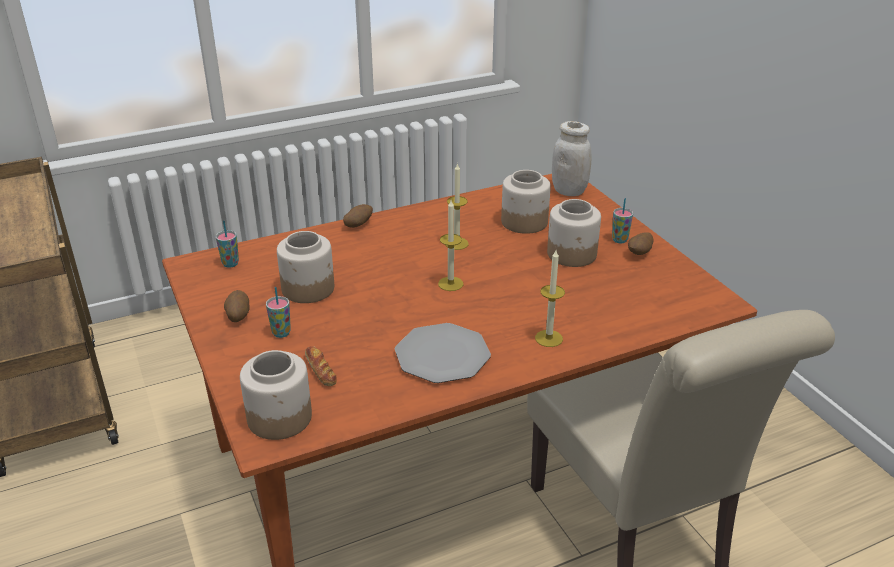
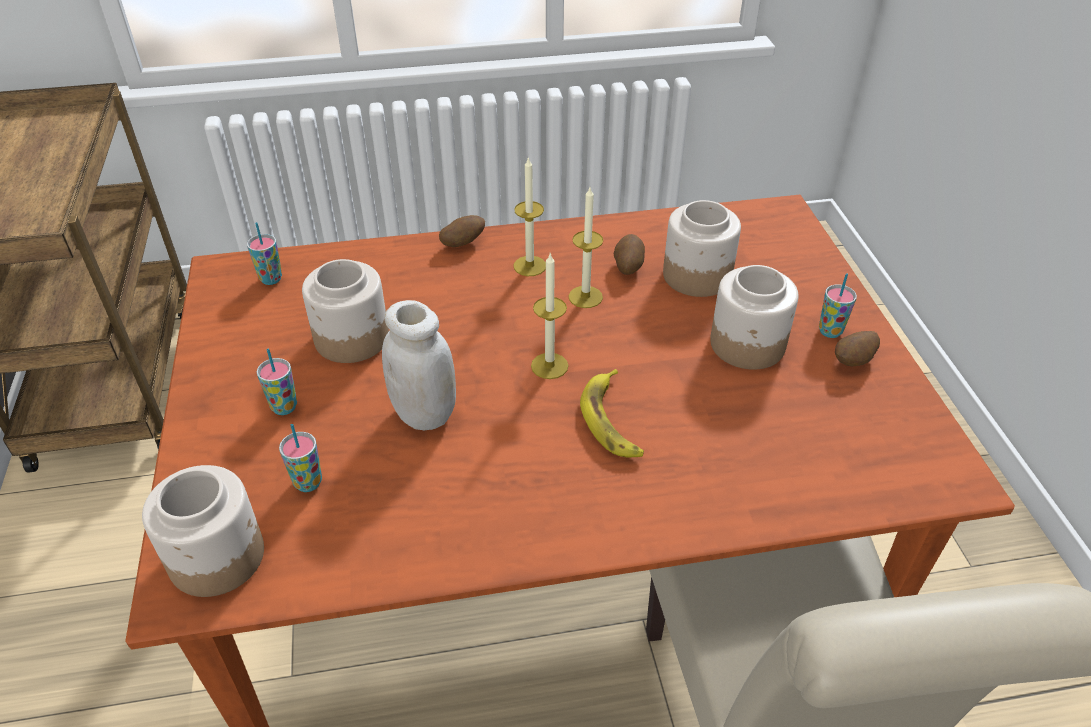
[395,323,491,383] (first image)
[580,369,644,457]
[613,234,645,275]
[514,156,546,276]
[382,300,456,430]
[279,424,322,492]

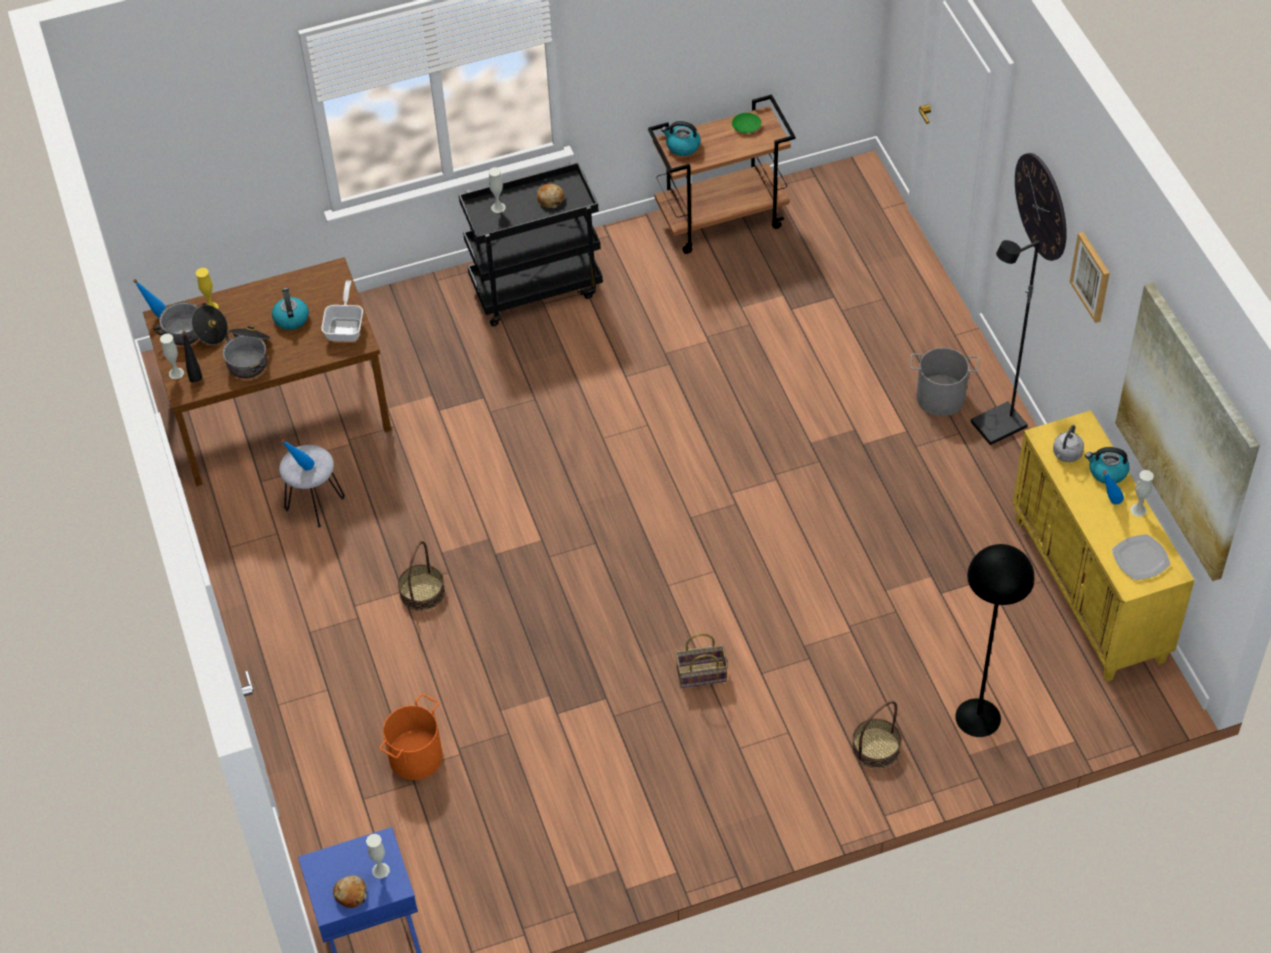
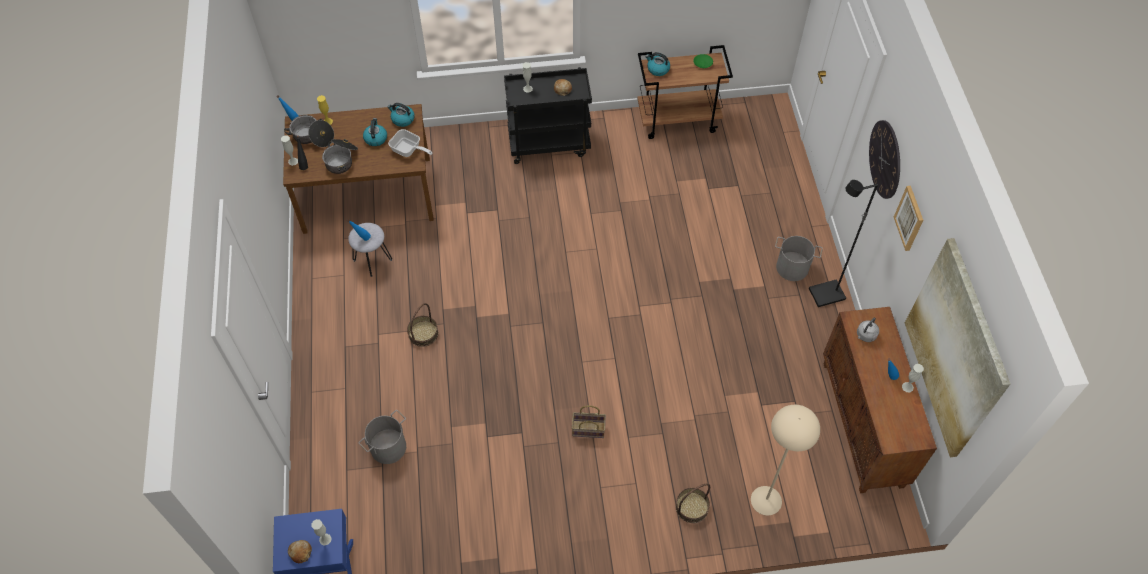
[1112,534,1171,580] (first image)
[387,103,415,127]
[359,410,406,464]
[751,405,820,515]
[823,307,937,493]
[388,129,432,157]

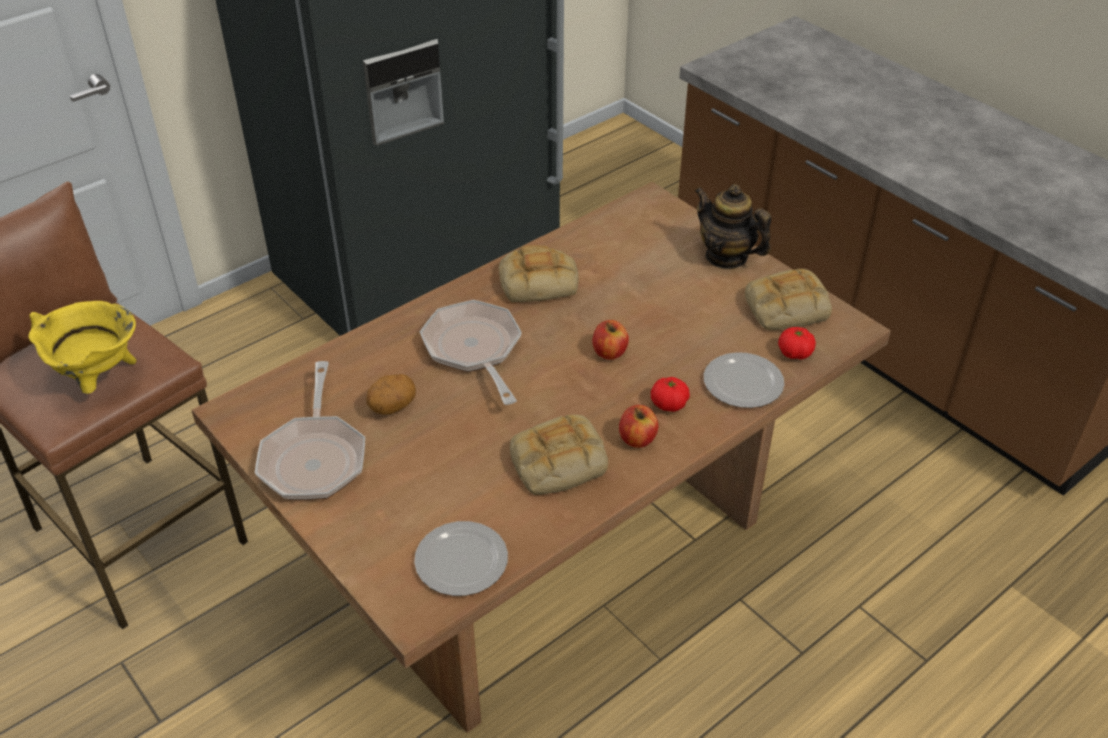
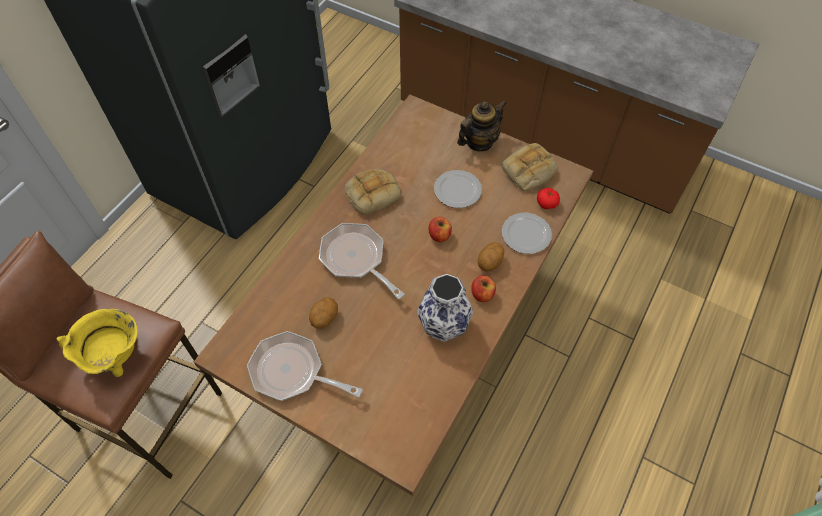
[434,170,482,208]
[417,274,473,342]
[478,242,504,272]
[247,331,363,401]
[457,100,506,151]

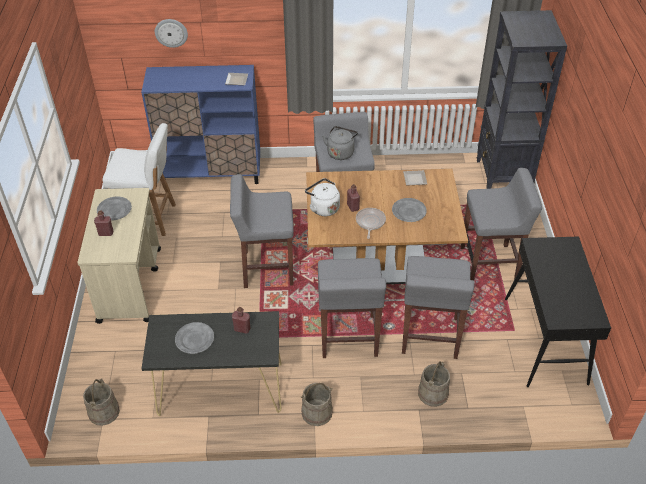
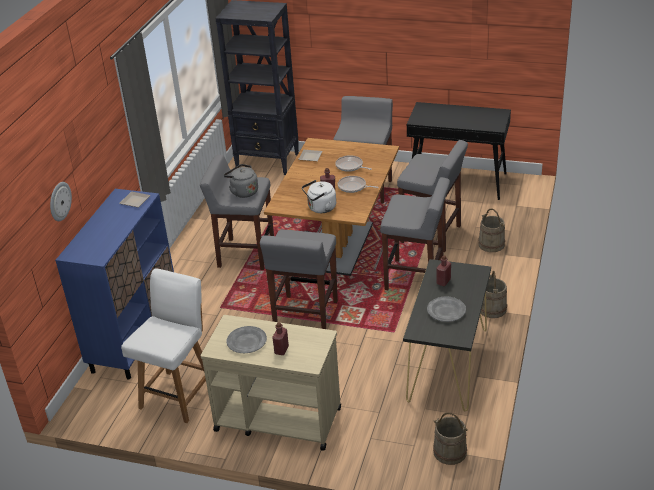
[335,155,372,172]

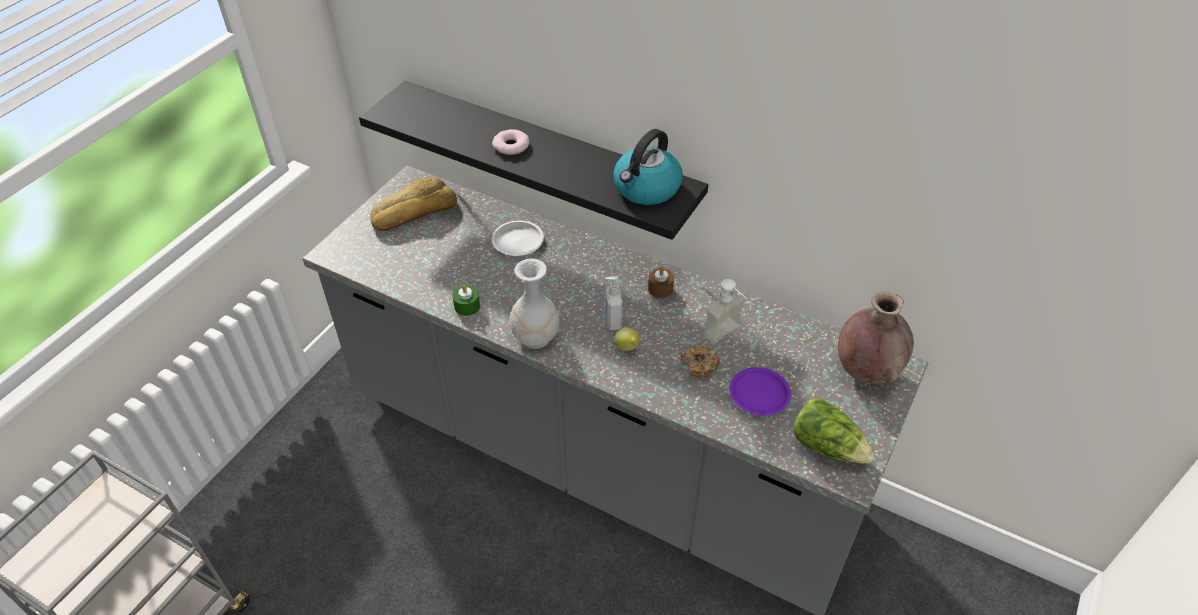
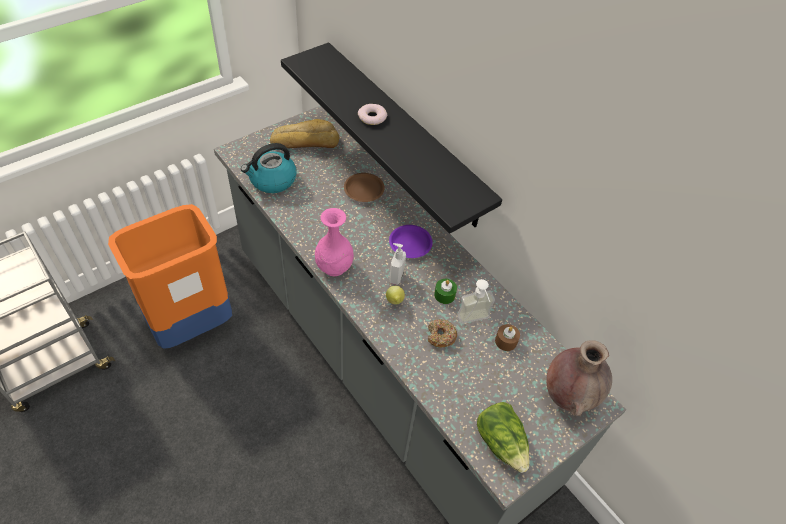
[108,204,232,349]
[434,279,457,304]
[241,143,297,193]
[495,324,520,351]
[389,225,433,258]
[344,173,385,202]
[315,208,354,276]

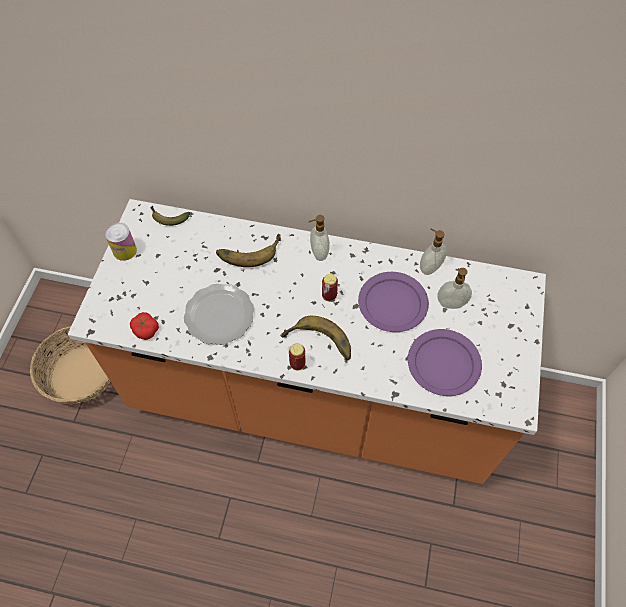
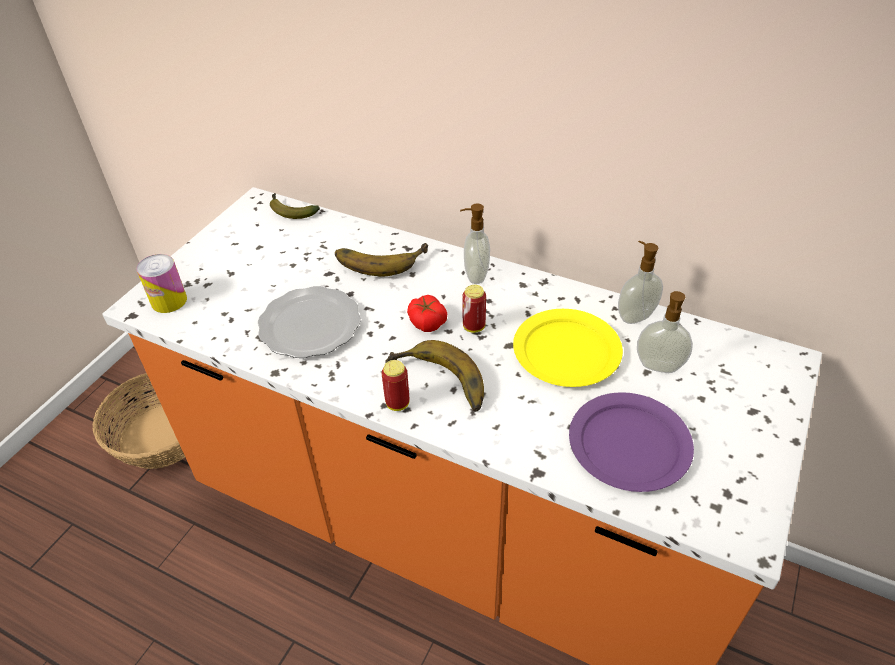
[136,254,187,313]
[407,295,447,332]
[513,309,623,387]

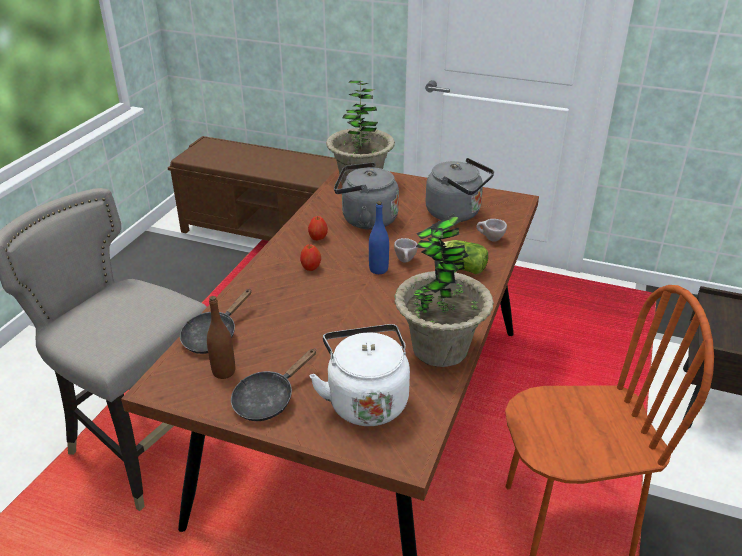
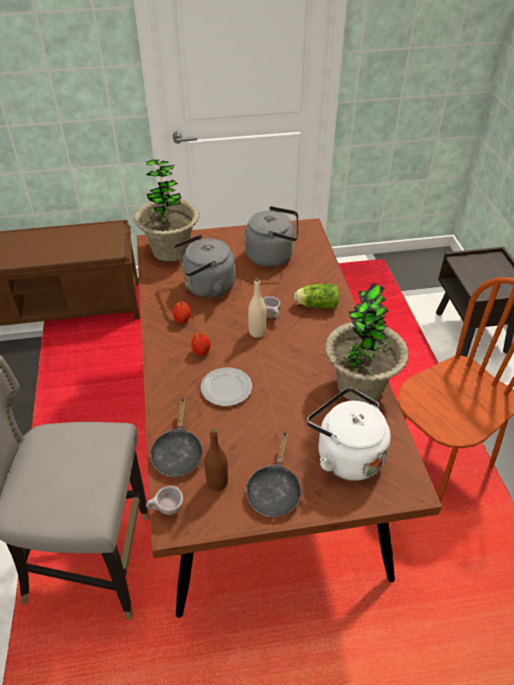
[201,367,252,406]
[146,486,183,515]
[248,278,266,338]

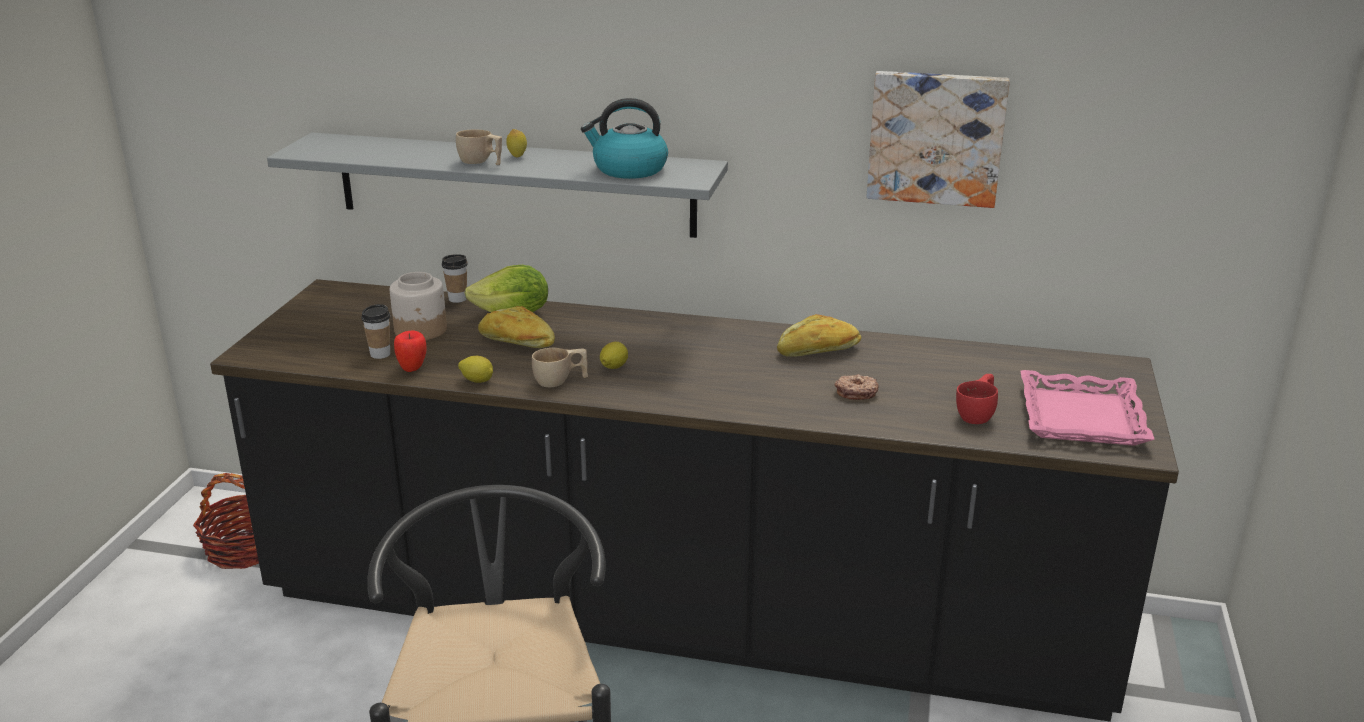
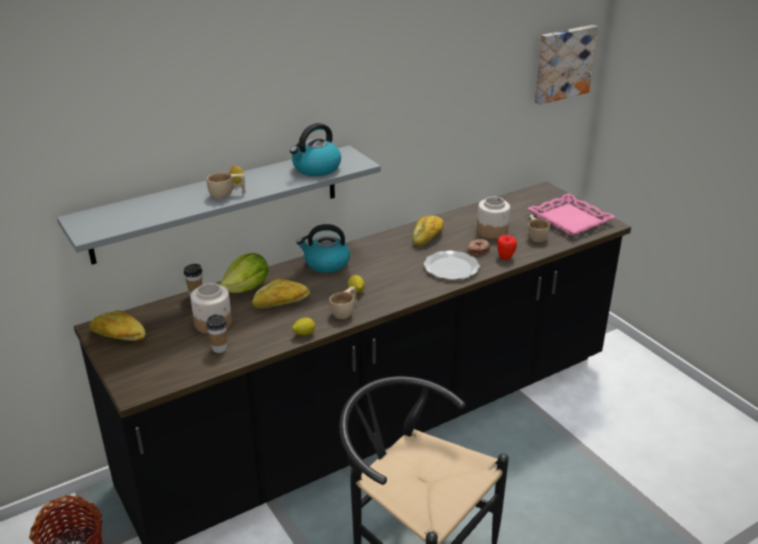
[90,310,146,341]
[296,224,350,273]
[424,251,480,280]
[477,197,510,239]
[497,235,517,260]
[535,25,598,105]
[528,214,550,243]

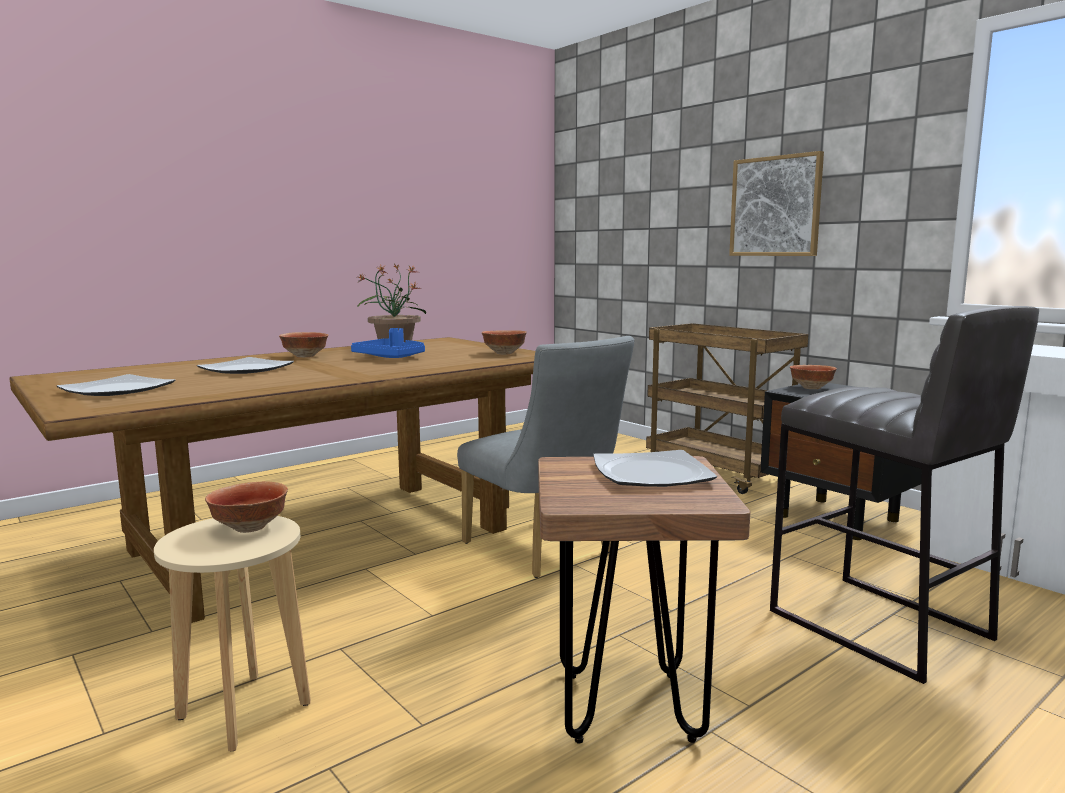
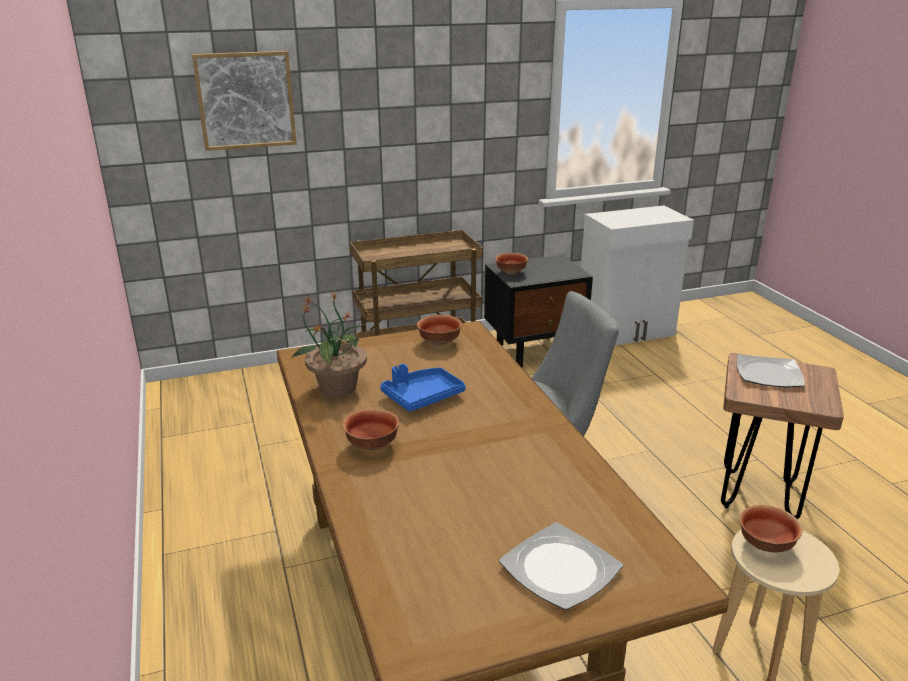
[197,357,294,374] (first image)
[770,306,1039,684] (first image)
[192,51,297,151]

